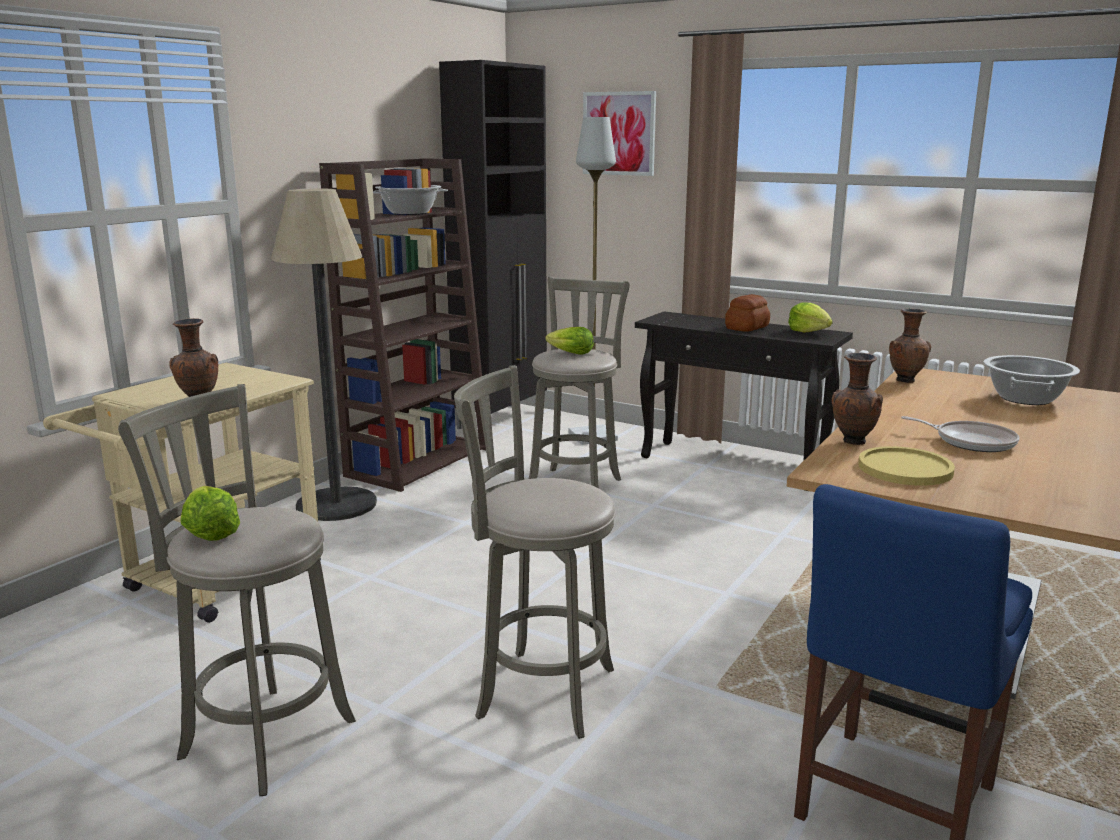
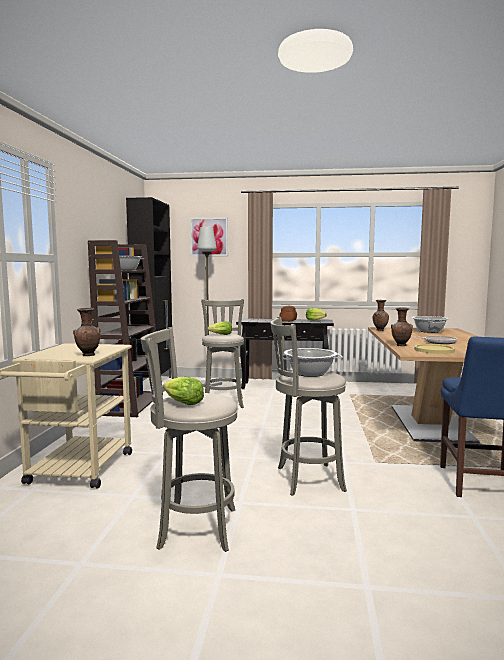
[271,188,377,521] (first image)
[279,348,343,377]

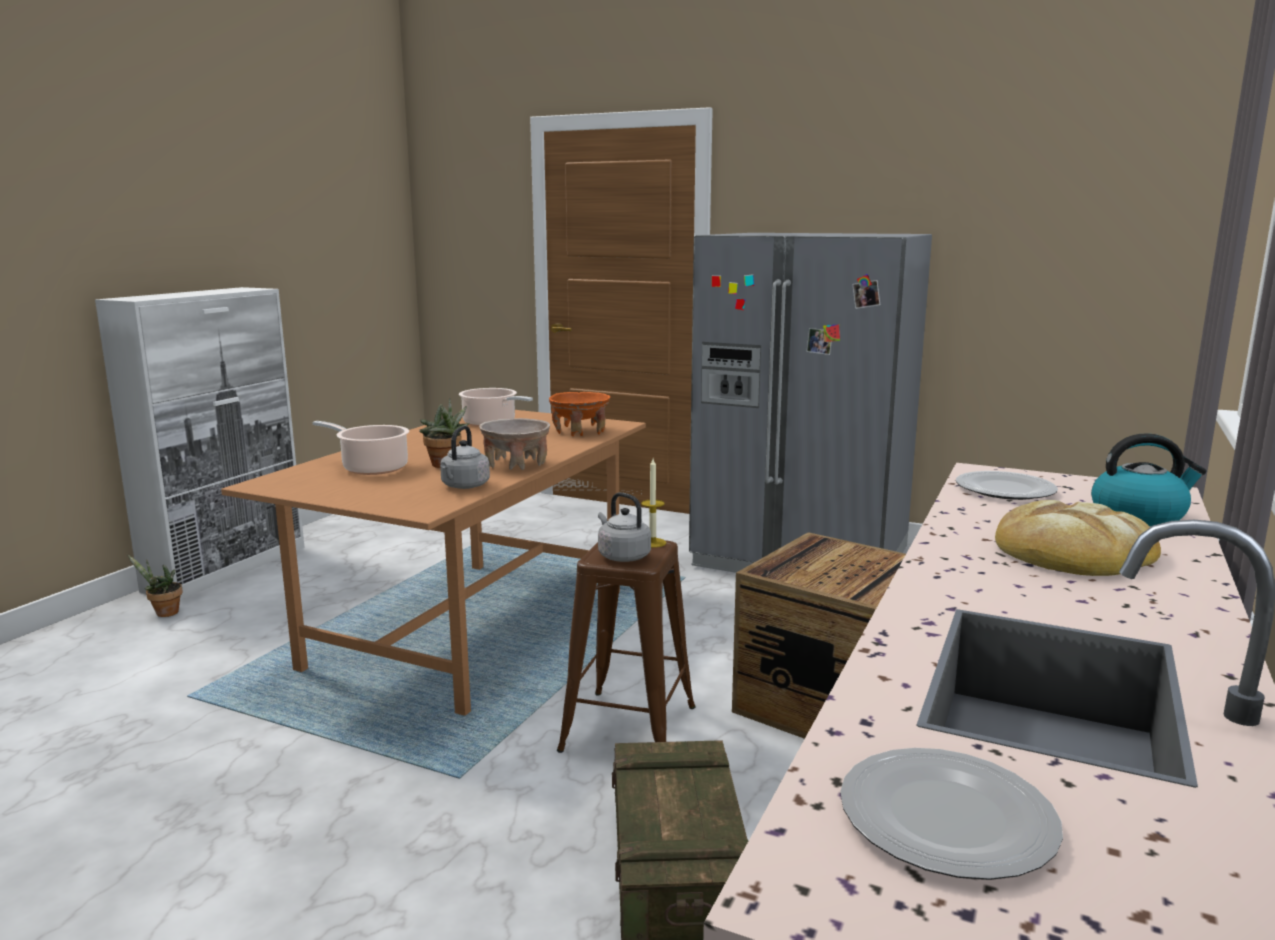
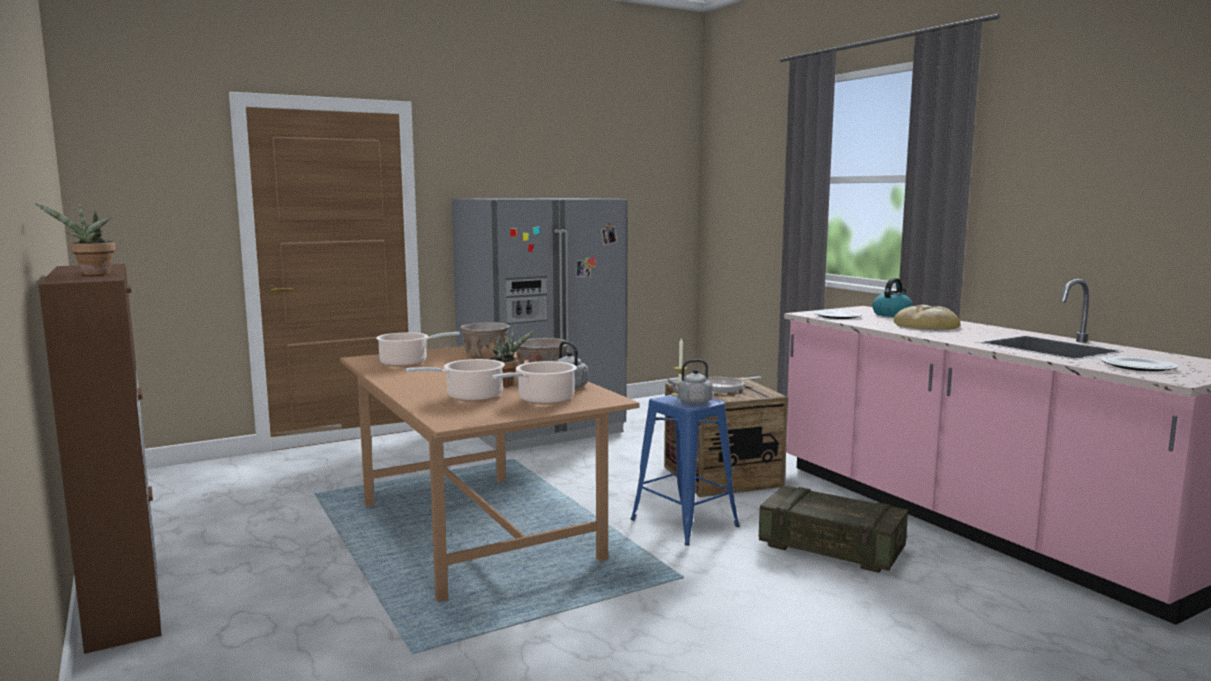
[492,361,577,404]
[707,376,761,393]
[35,203,116,275]
[38,264,162,654]
[460,322,510,358]
[631,395,740,546]

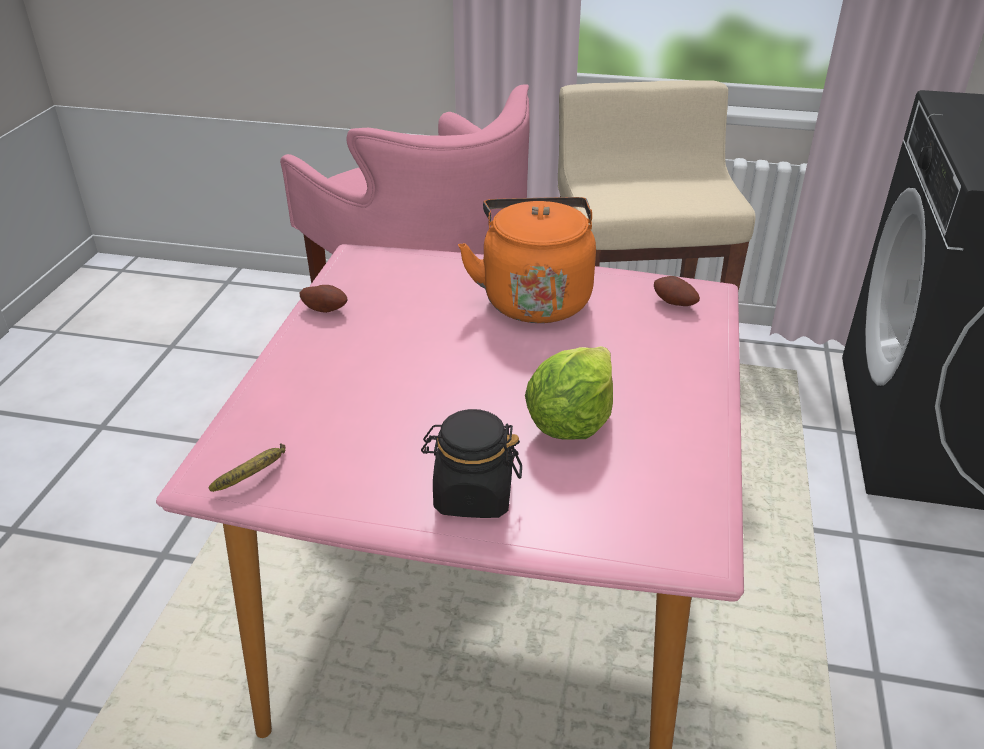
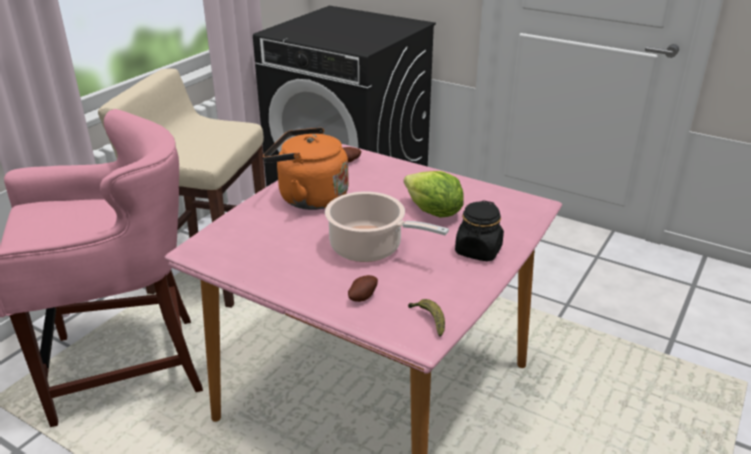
[325,191,449,262]
[348,275,378,302]

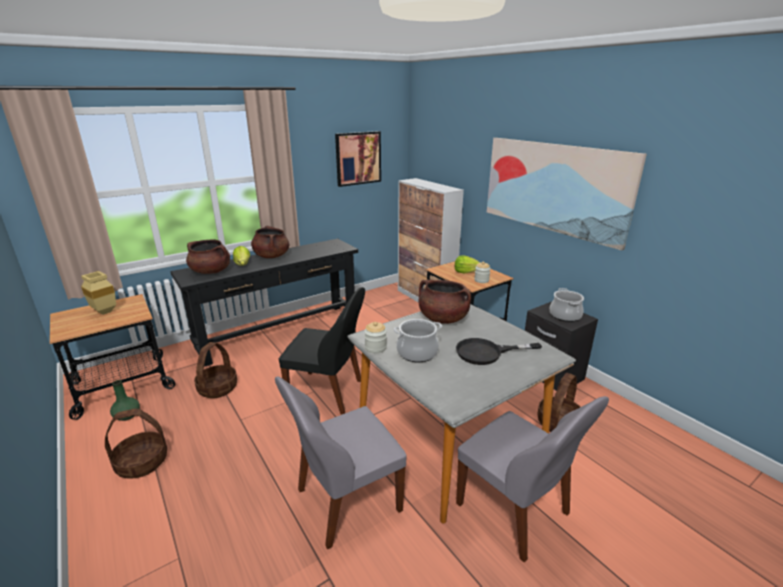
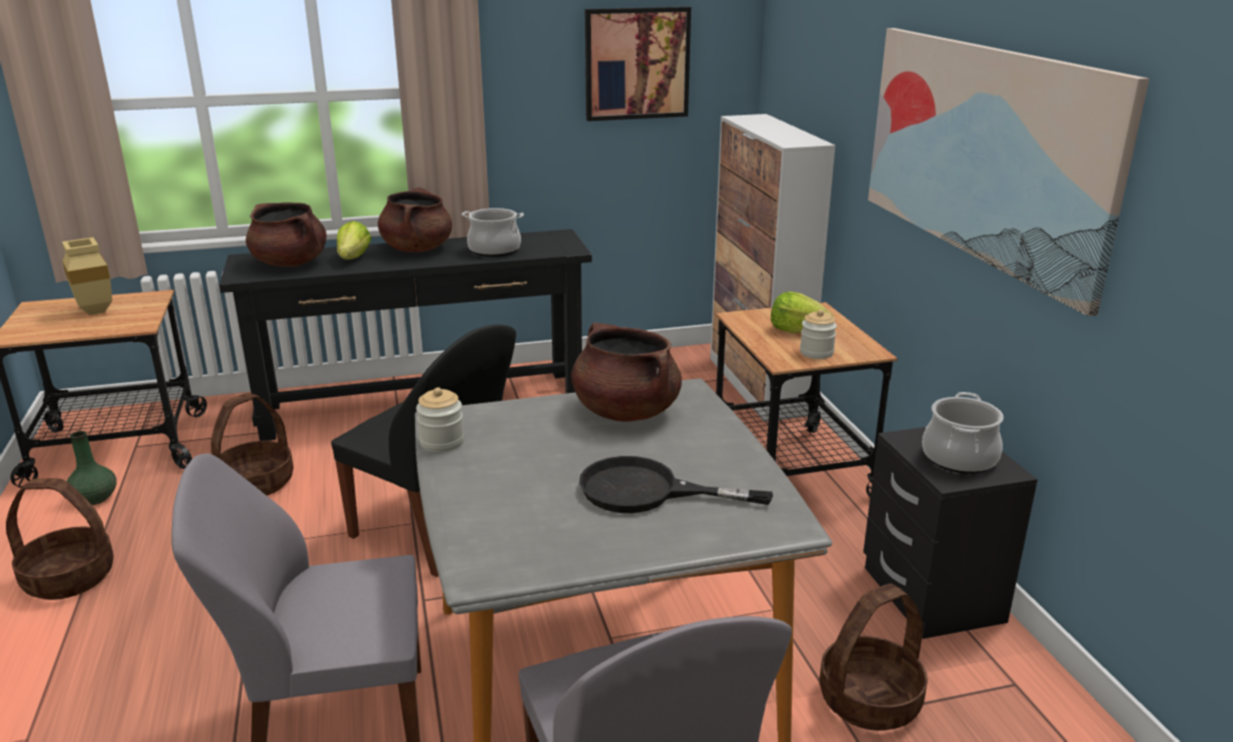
[462,208,524,257]

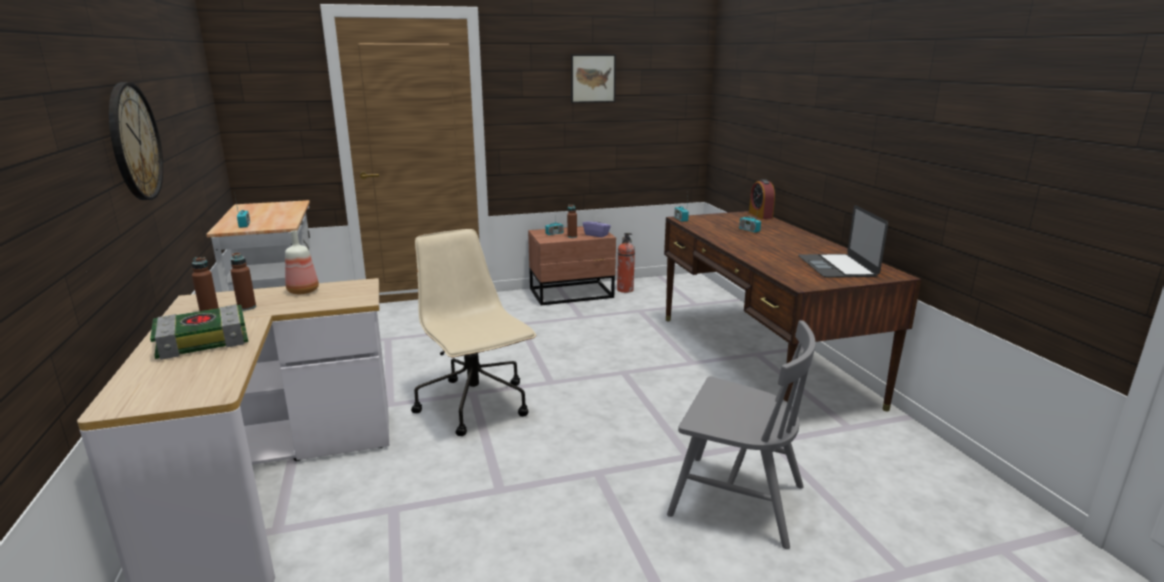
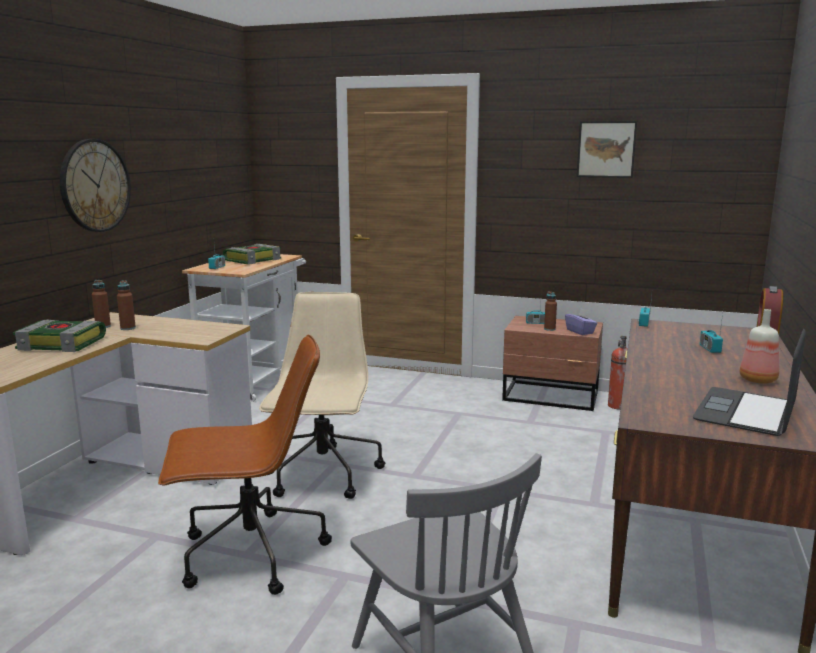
[158,335,332,595]
[223,244,281,265]
[740,309,779,384]

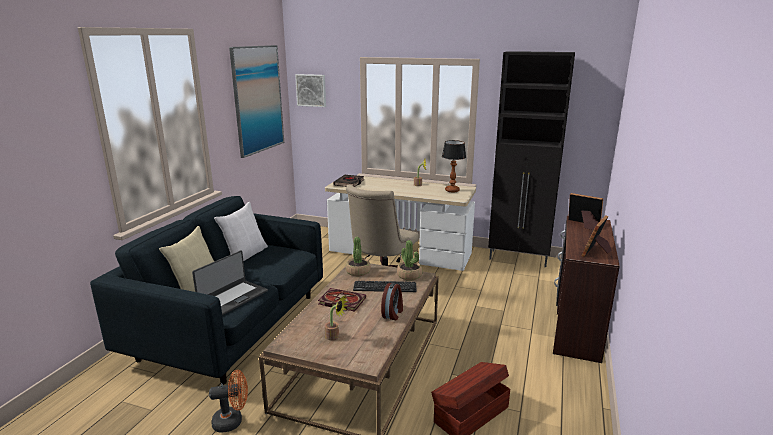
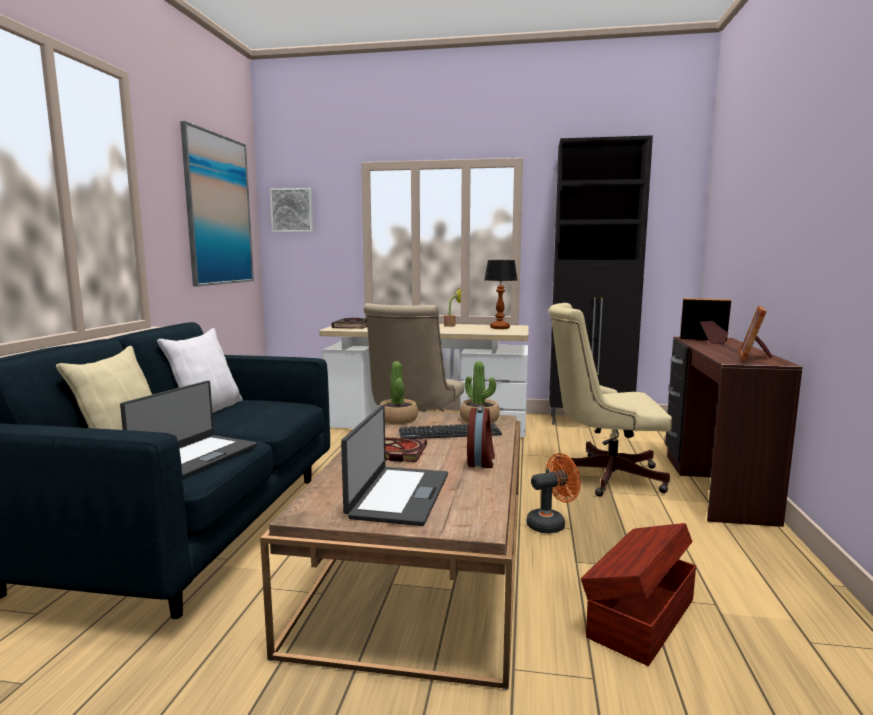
[549,303,672,497]
[527,453,581,534]
[341,405,448,526]

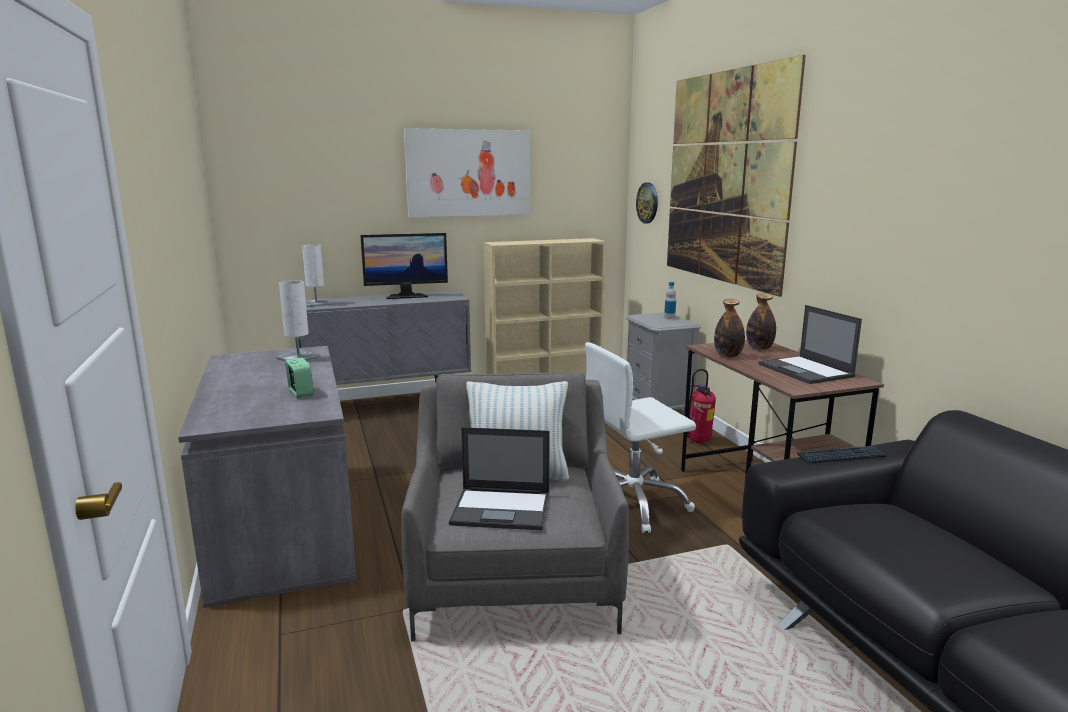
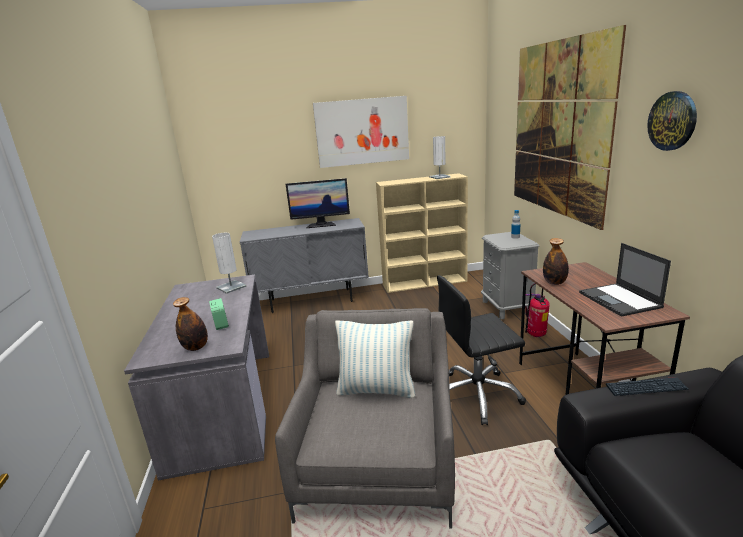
[449,427,550,530] (first image)
[429,136,451,179]
[647,91,697,151]
[173,297,208,351]
[437,275,526,425]

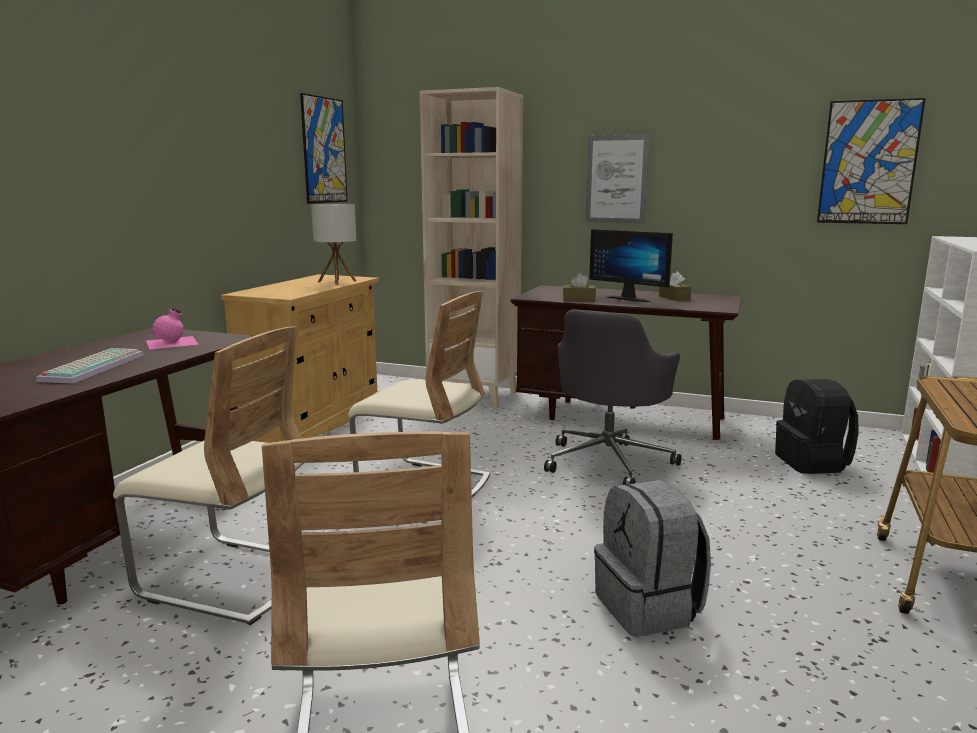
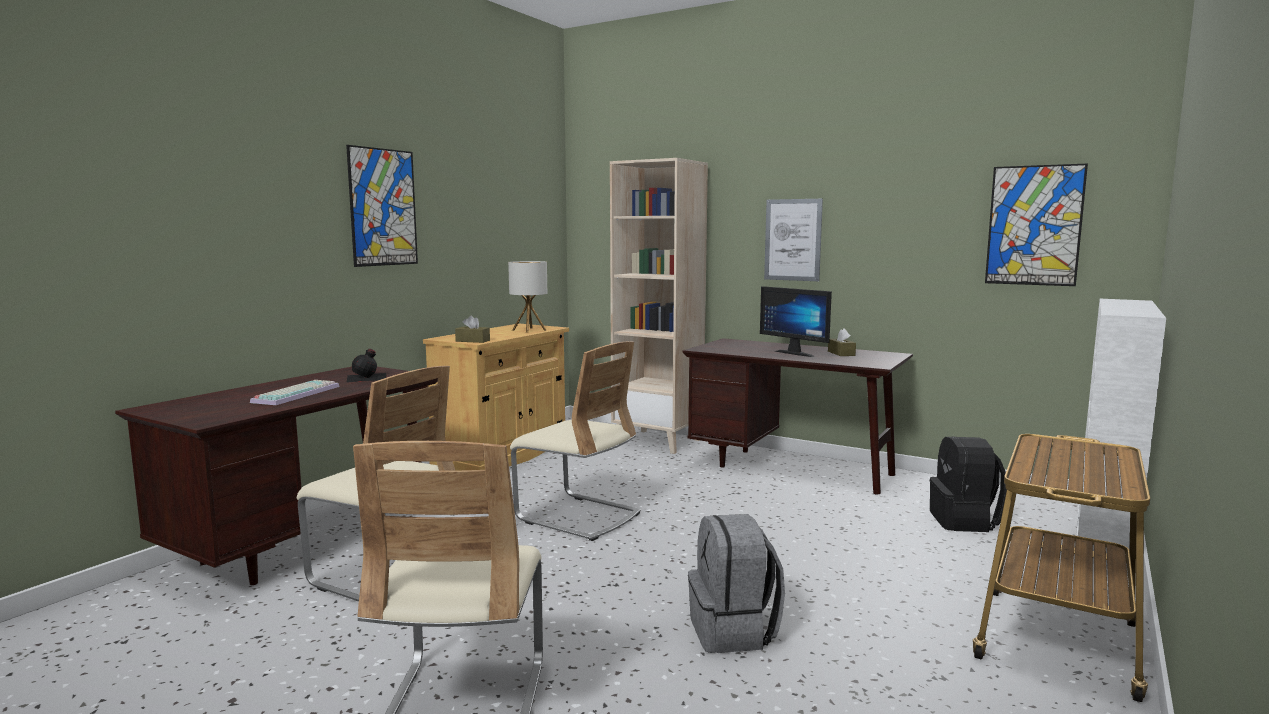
[544,309,682,485] (first image)
[346,145,418,267]
[455,315,490,343]
[347,349,387,382]

